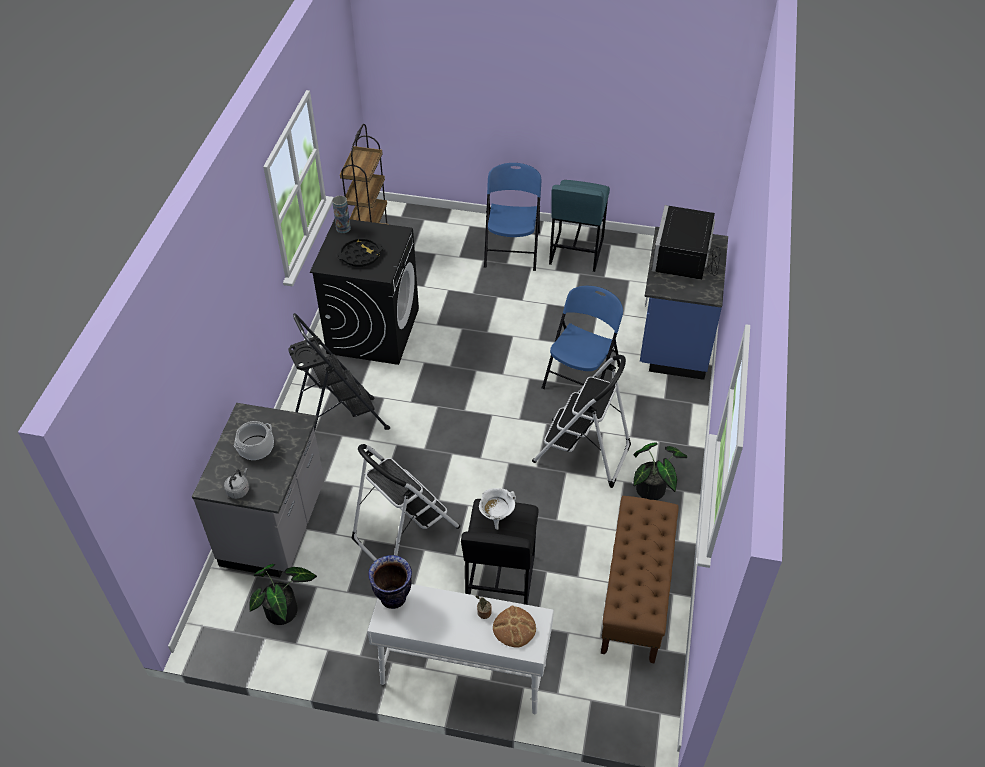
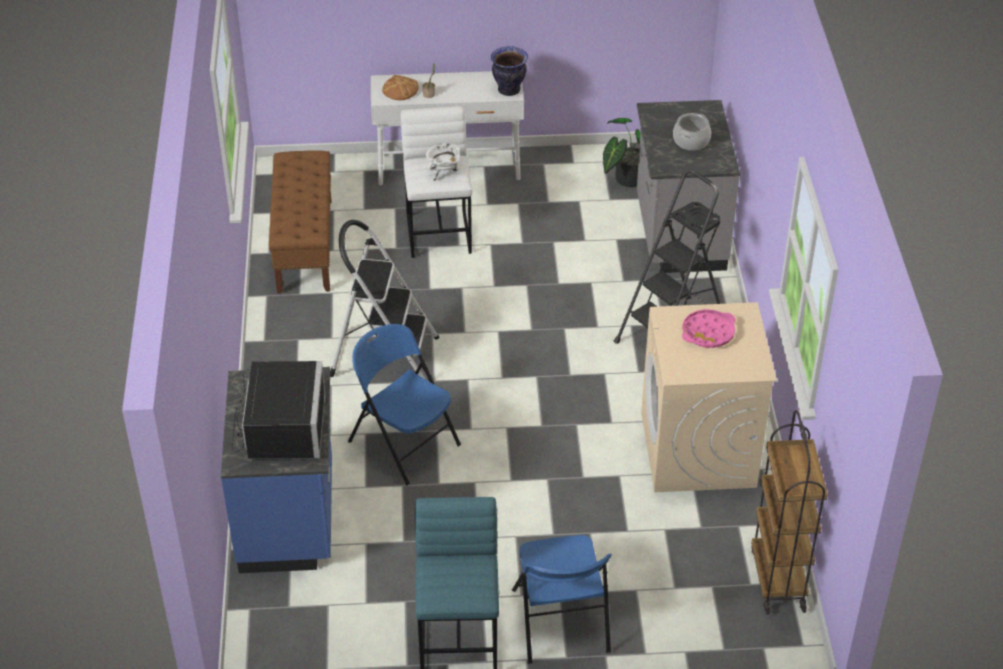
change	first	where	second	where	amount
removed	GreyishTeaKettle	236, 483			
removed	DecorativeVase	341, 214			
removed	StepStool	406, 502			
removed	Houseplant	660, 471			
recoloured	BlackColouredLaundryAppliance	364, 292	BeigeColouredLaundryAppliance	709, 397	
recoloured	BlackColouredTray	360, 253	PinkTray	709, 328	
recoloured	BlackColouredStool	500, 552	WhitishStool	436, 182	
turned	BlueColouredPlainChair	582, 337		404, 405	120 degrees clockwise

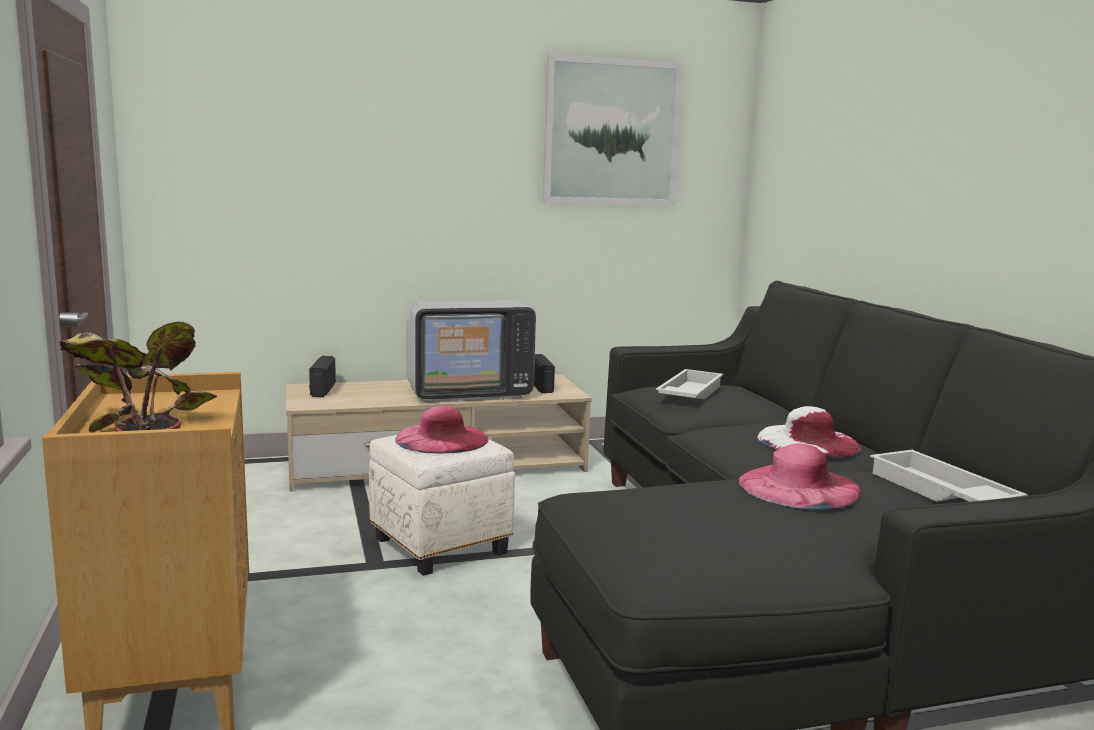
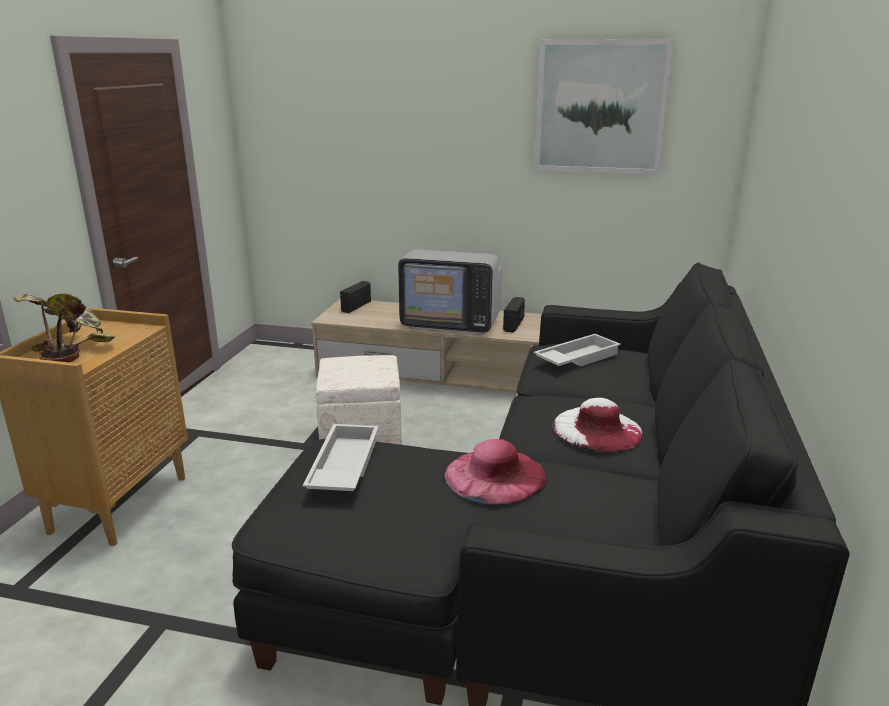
change	first	where	second	where	amount
removed	PinkHat	442, 429			
moved	WhitishTray	949, 476		341, 457	

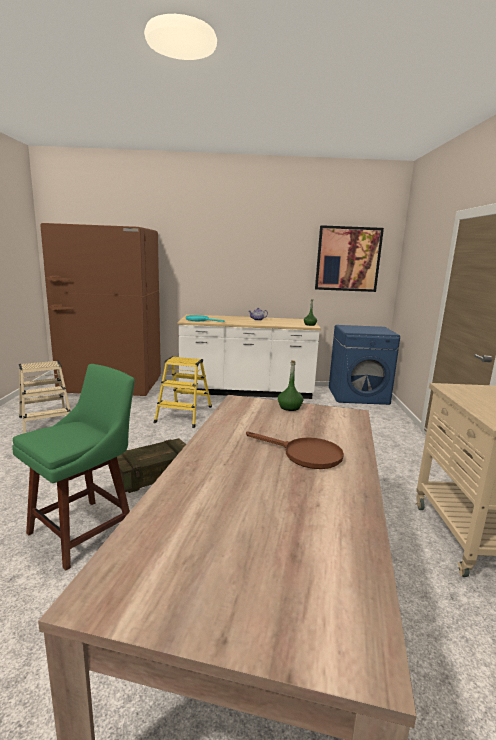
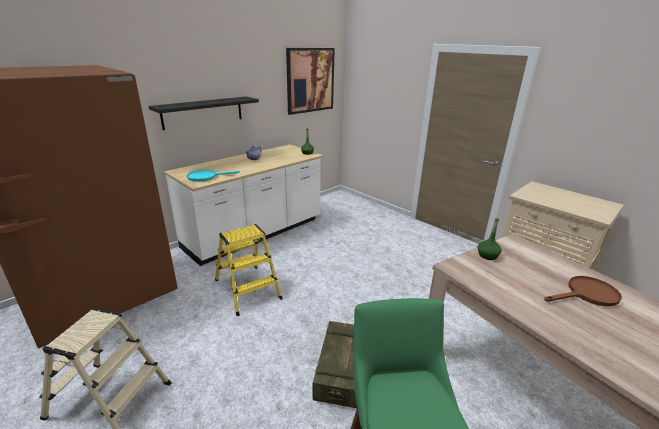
change	first	where	second	where	amount
removed	BlueColouredLaundryAppliance	364, 365			
added			BlackColouredShelf	204, 113	

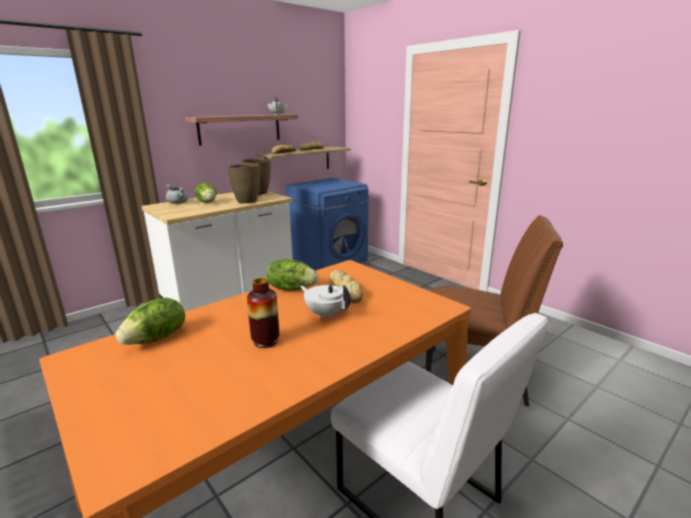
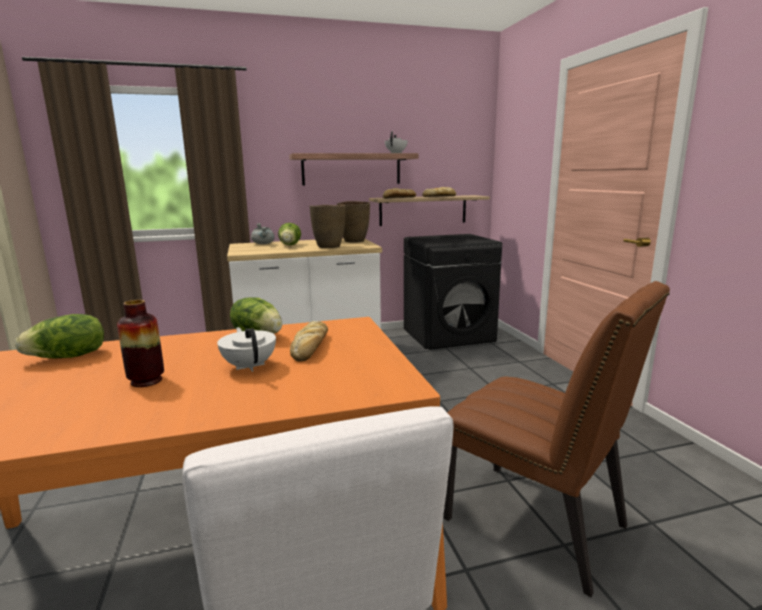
change	first	where	second	where	amount
recoloured	BlueColouredLaundryAppliance	327, 224	BlackColouredLaundryAppliance	453, 292	

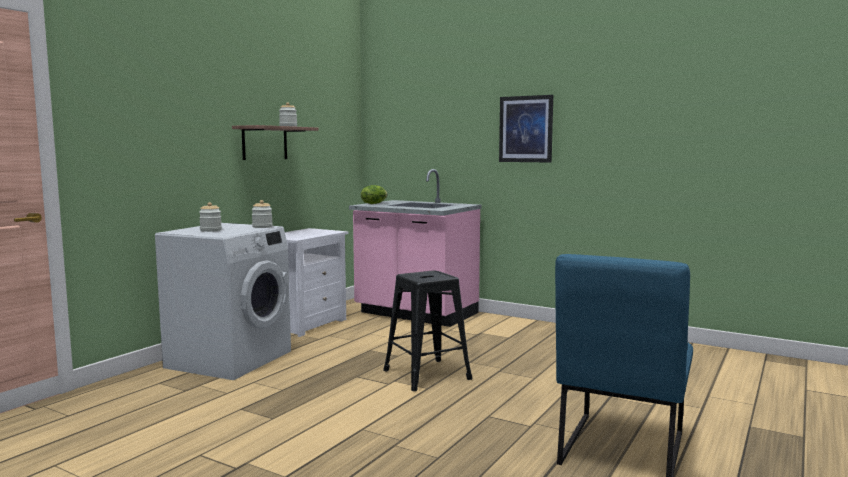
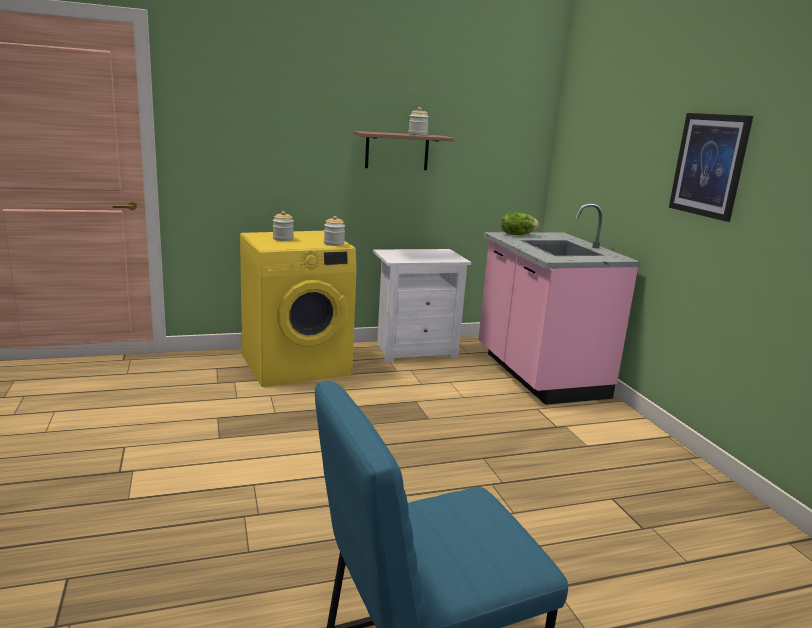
change	first	where	second	where	amount
removed	BlackColouredStool	428, 331			
recoloured	WhitishLaundryAppliance	223, 301	YellowColouredLaundryAppliance	298, 309	

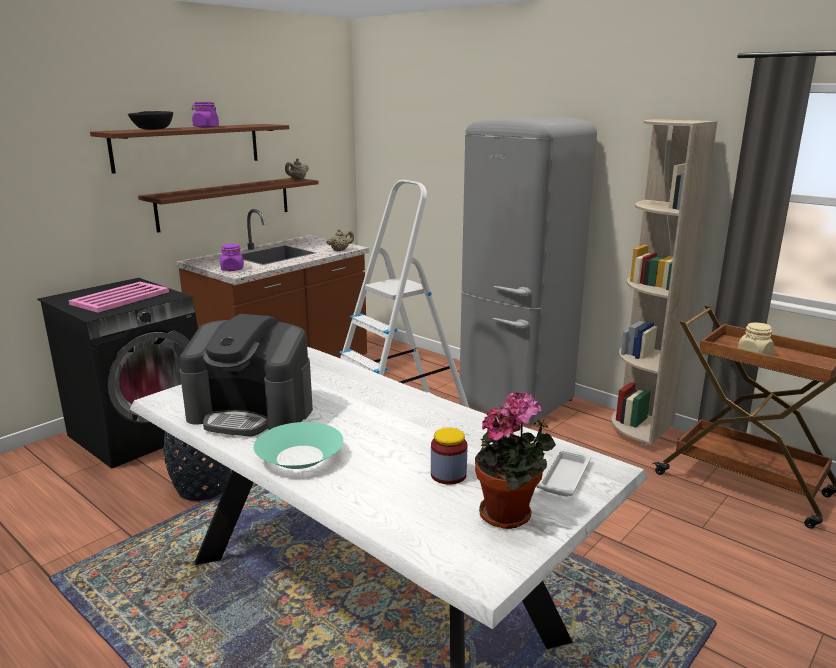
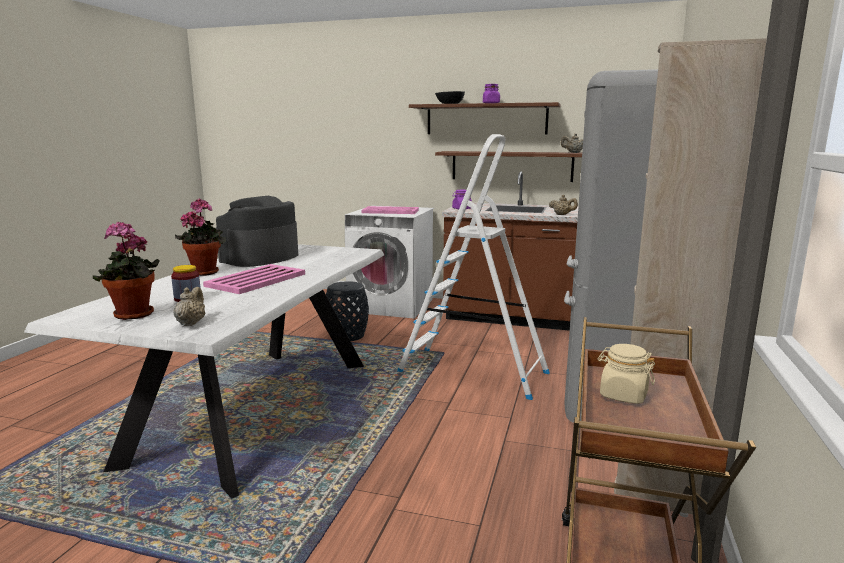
change	first	where	second	where	amount
added			PinkTray	254, 279	
replaced	TurquoiseDeepDish	298, 445	Houseplant	200, 237	
replaced	WhitishTray	563, 472	BeigeColouredPotForTea	189, 306	
recoloured	BlackColouredLaundryAppliance	117, 373	WhitishLaundryAppliance	389, 262	
turned	CoffeeMaker	246, 375		257, 231	45 degrees clockwise

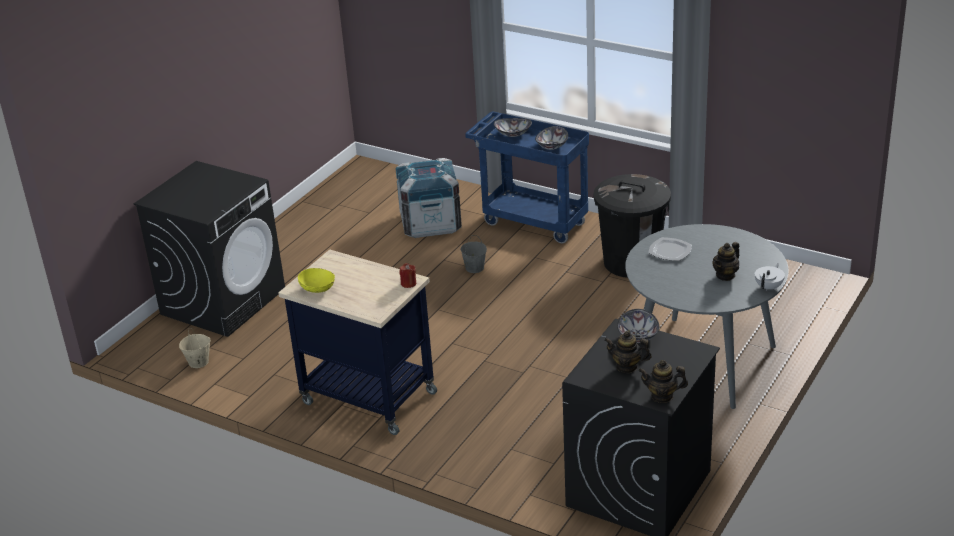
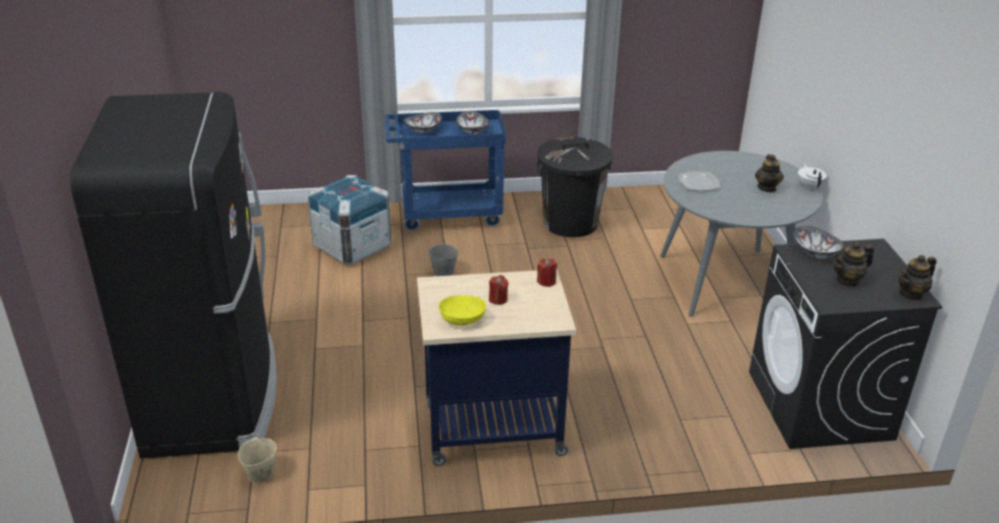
change	first	where	second	where	amount
added			ReddishWaxCandle	499, 290	
replaced	BlackColouredLaundryAppliance	209, 249	BlackColouredRefrigerator	173, 275	

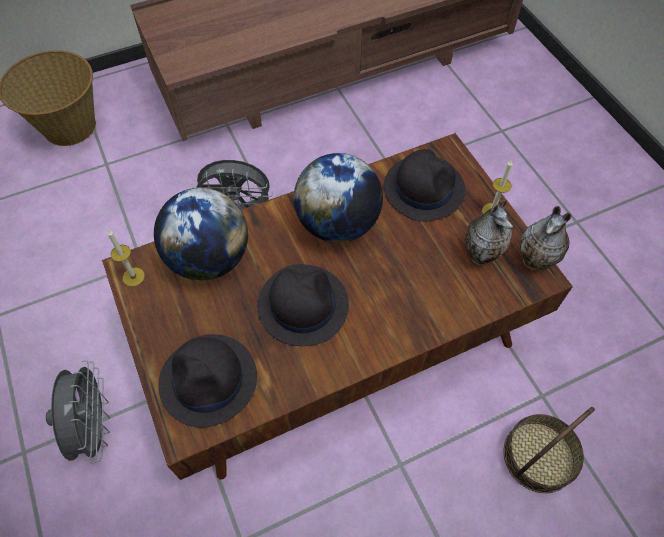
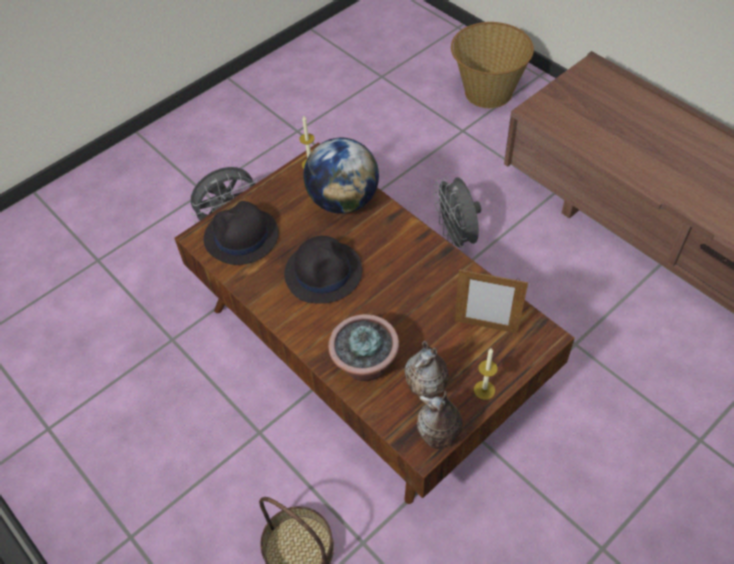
change	first	where	second	where	amount
removed	Globe	338, 198			
added			Houseplant	363, 347	
replaced	BlackColouredHat	424, 185	StandingFrame	491, 301	

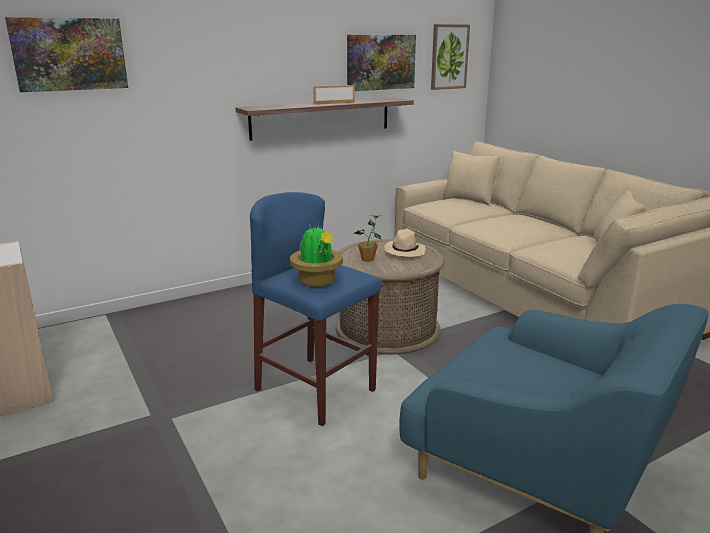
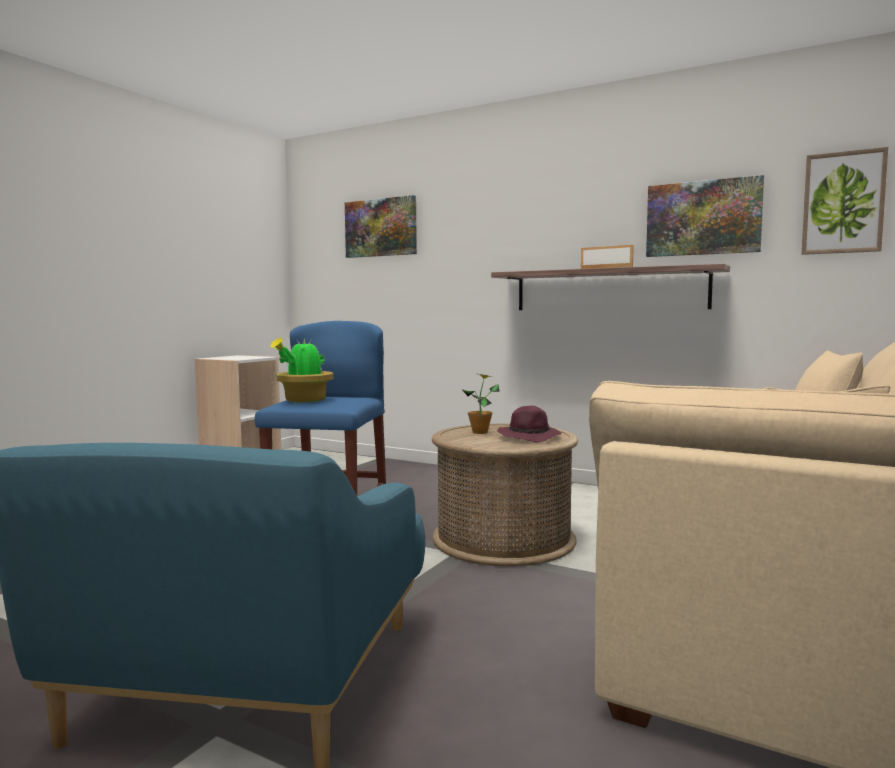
change	first	where	second	where	amount
recoloured	BeigeColouredHat	404, 243	PurpleHat	529, 424	

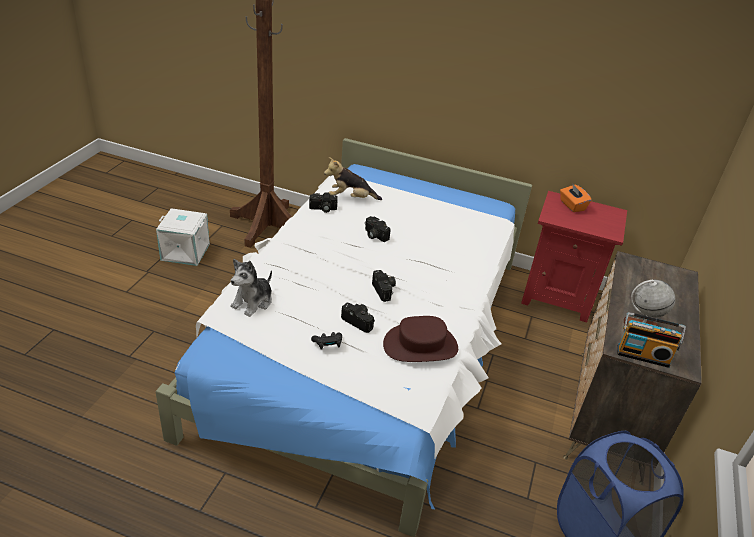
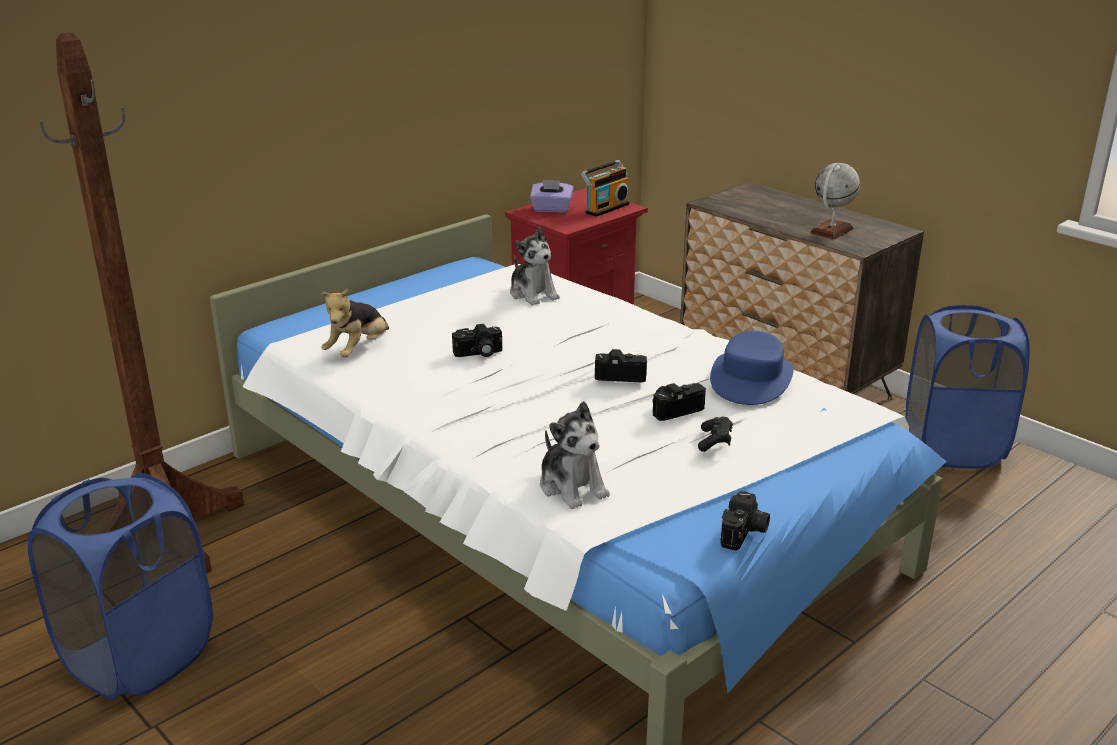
change	first	where	second	where	amount
added			PlushToy	535, 266	
moved	PhotoCamera	323, 202		745, 521	
moved	Radio	651, 340		605, 188	
replaced	WhitishStorageBox	183, 237	BlueColouredLaundryBasket	120, 586	
recoloured	BrownishHat	420, 339	BlueColouredHat	752, 368	
recoloured	OrangeyTissueHolder	576, 197	PurpleTissueHolder	552, 196	

